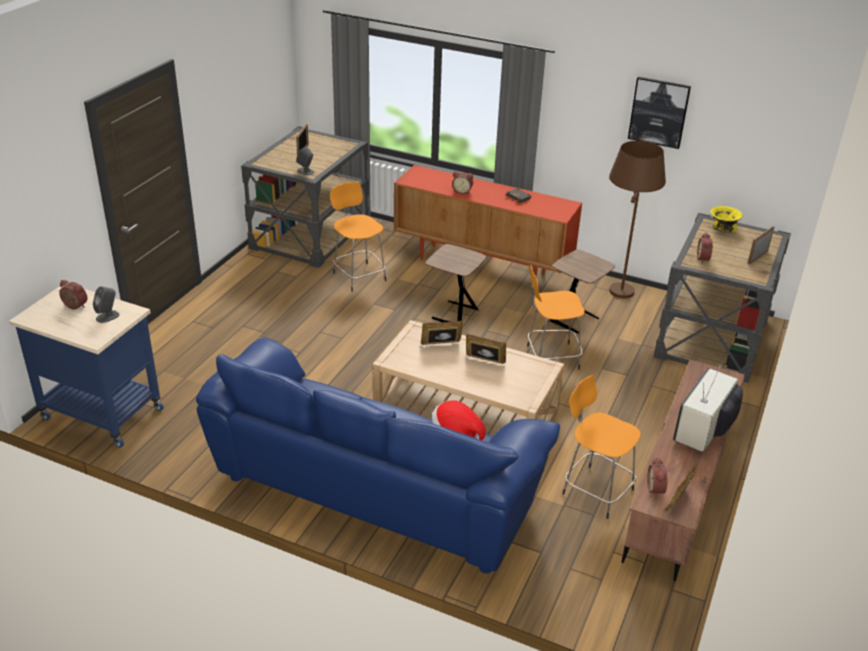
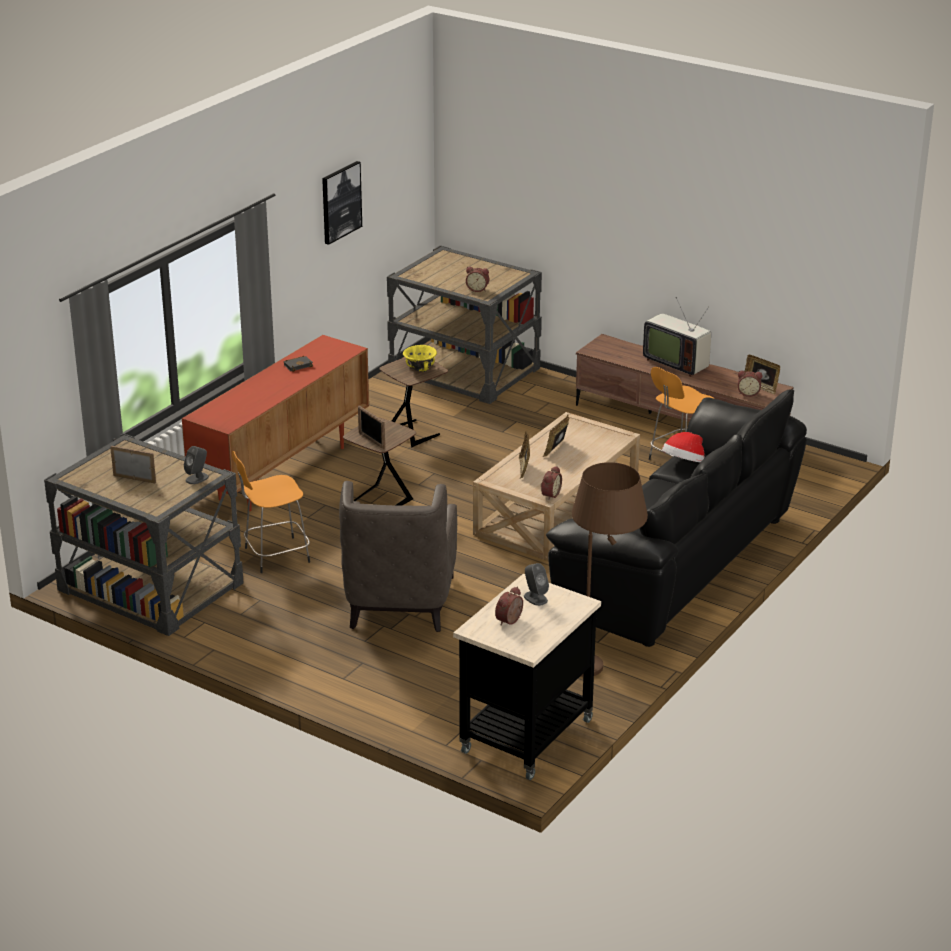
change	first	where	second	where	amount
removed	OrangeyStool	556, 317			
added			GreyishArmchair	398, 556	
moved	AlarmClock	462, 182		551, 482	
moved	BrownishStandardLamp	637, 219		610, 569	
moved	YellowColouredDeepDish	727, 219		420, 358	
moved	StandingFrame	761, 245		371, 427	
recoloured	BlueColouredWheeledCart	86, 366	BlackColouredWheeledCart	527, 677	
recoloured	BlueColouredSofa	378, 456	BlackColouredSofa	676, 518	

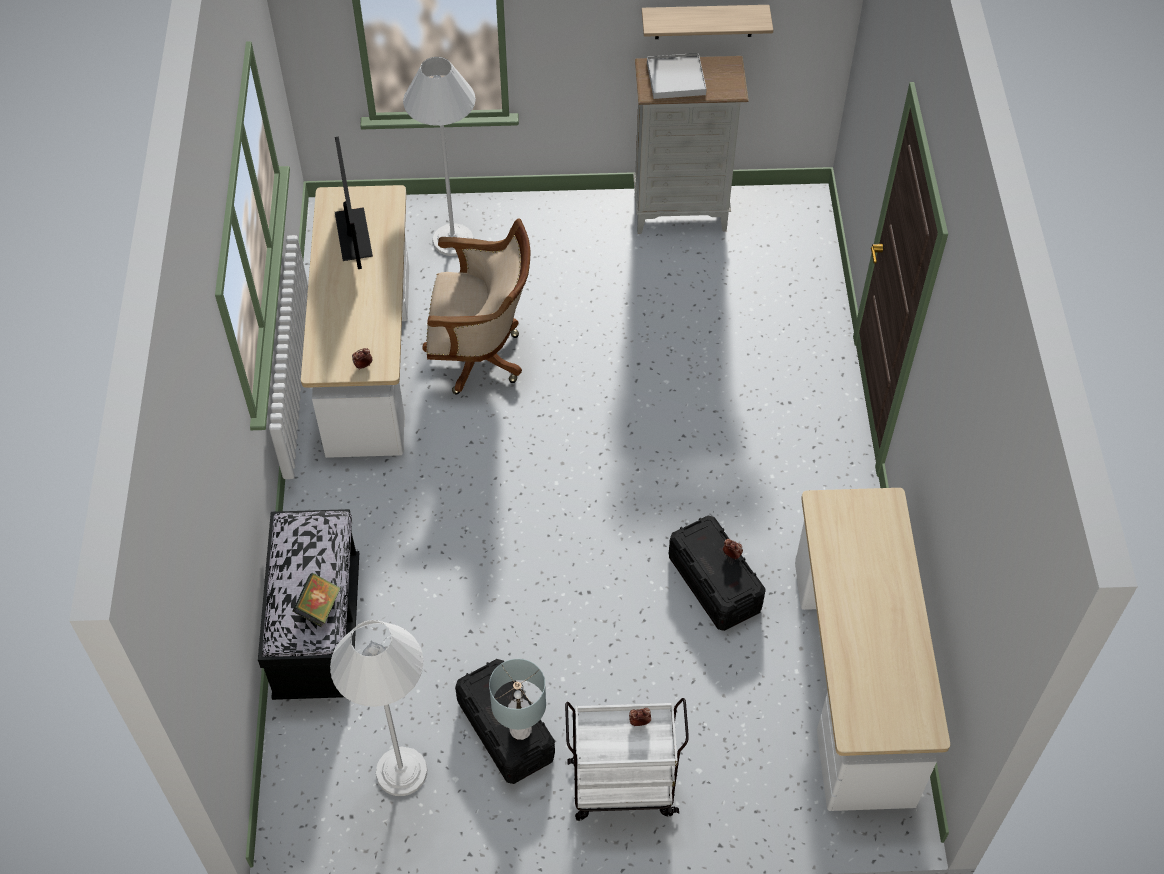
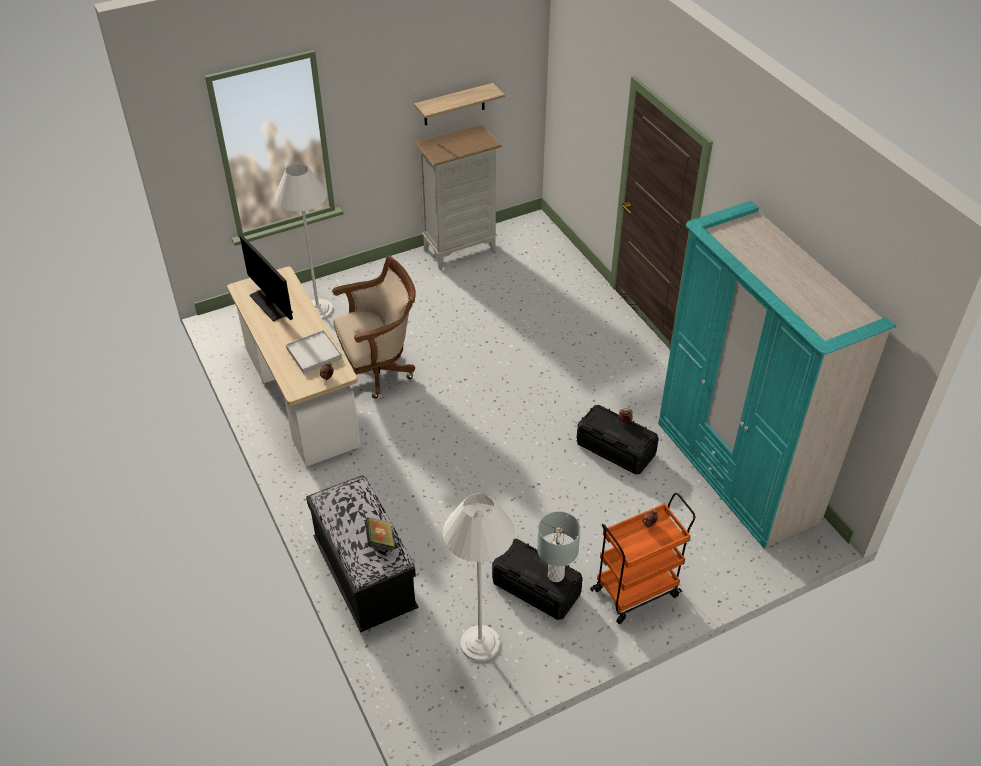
change	first	where	second	where	amount
moved	WhitishTray	676, 76		314, 352	
replaced	DeskTable	872, 649	TurquoiseClothesCupboard	777, 375	
recoloured	WhitishWheeledCart	627, 759	OrangeyWheeledCart	642, 558	

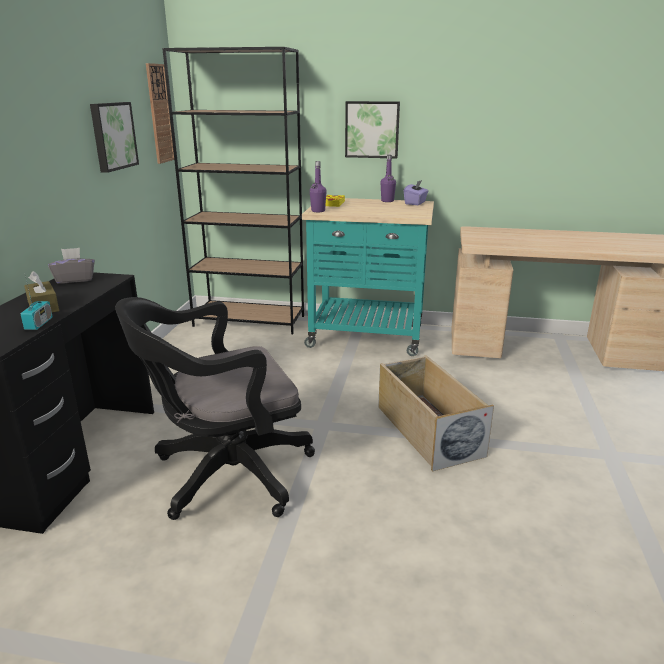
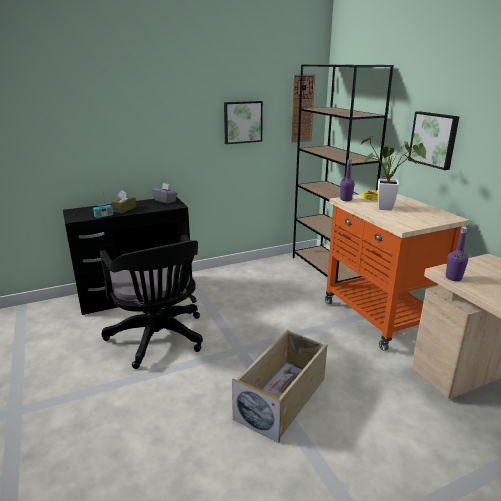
change	first	where	second	where	amount
removed	PurpleTissueHolder	416, 192			
added			Houseplant	393, 173	
moved	PurpleDrinkBottle	388, 178		457, 254	
recoloured	TurquoiseWheeledCart	368, 277	OrangeyWheeledCart	397, 272	
turned	BlackColouredComputerChair	215, 408		151, 302	150 degrees counterclockwise

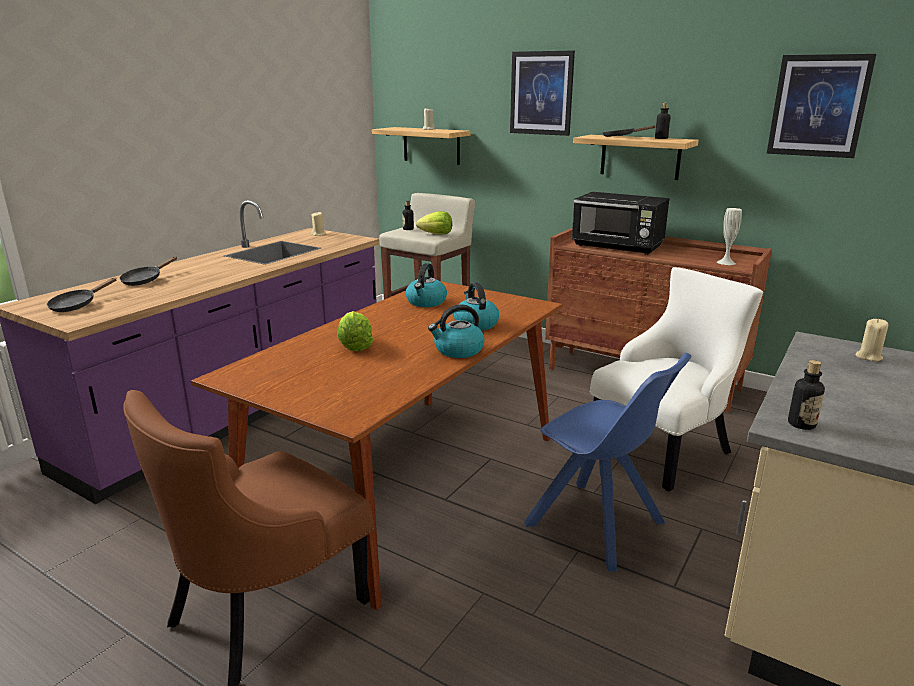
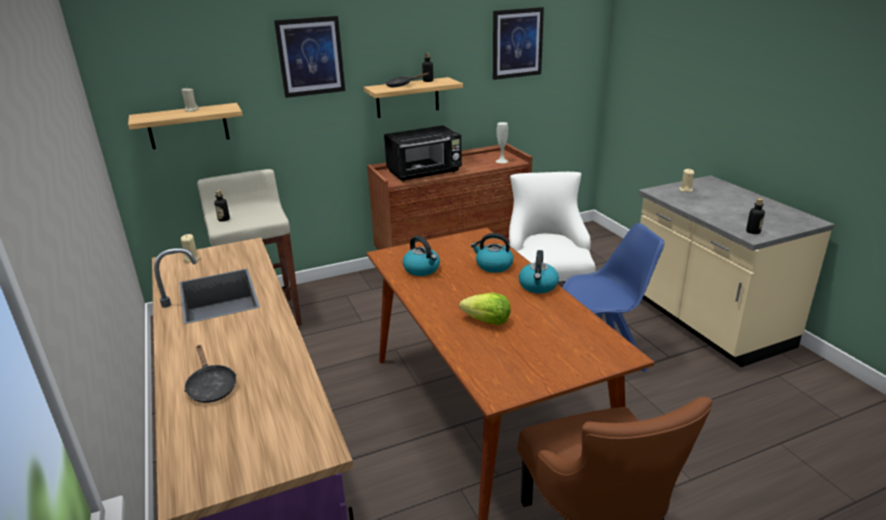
change	first	where	second	where	amount
removed	BlackColouredSkillet	81, 295			
removed	Lettuce	434, 222			

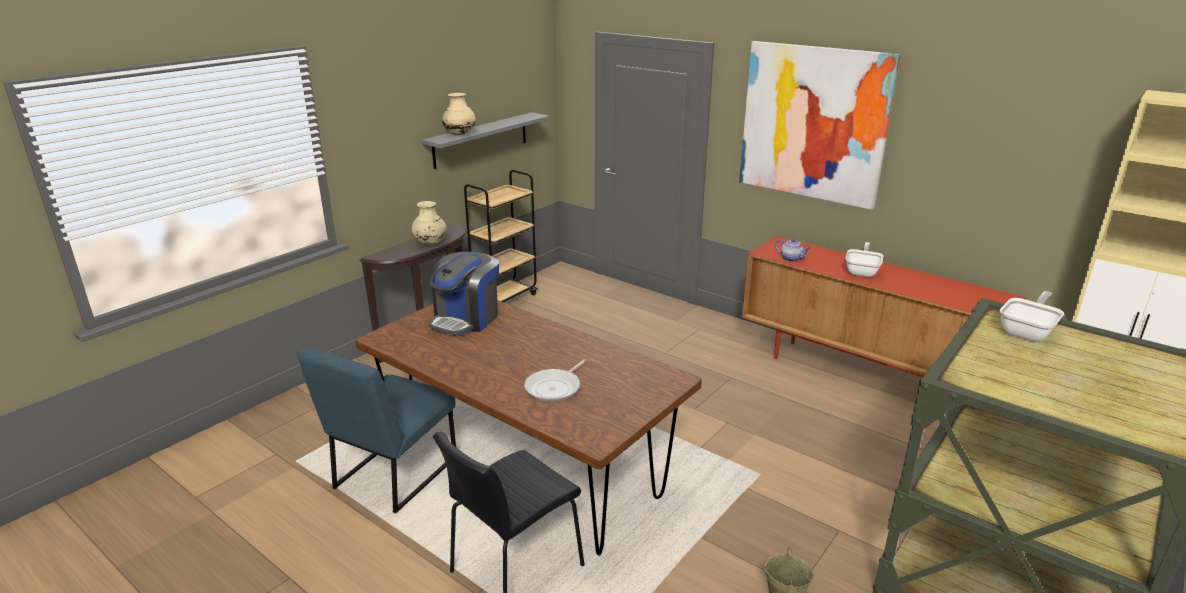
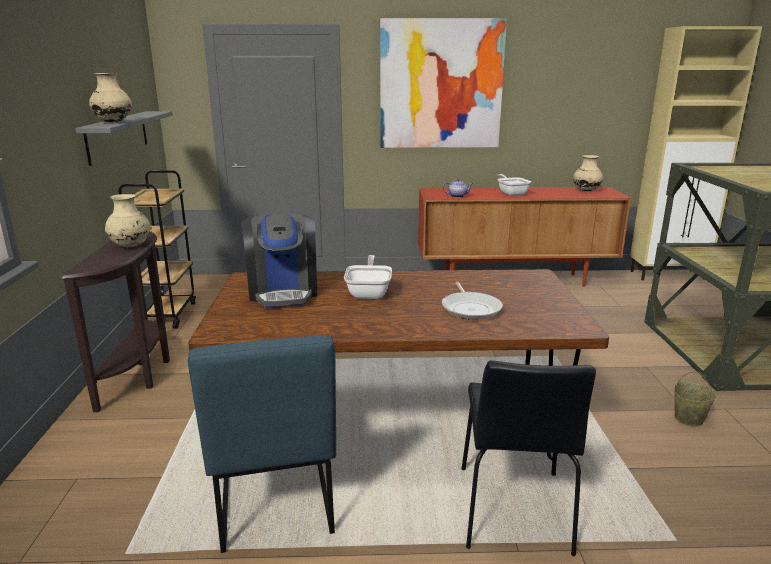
change	first	where	second	where	amount
added			BeigeColouredDecorativeVase	588, 173	
moved	Skillet	1032, 316		368, 277	

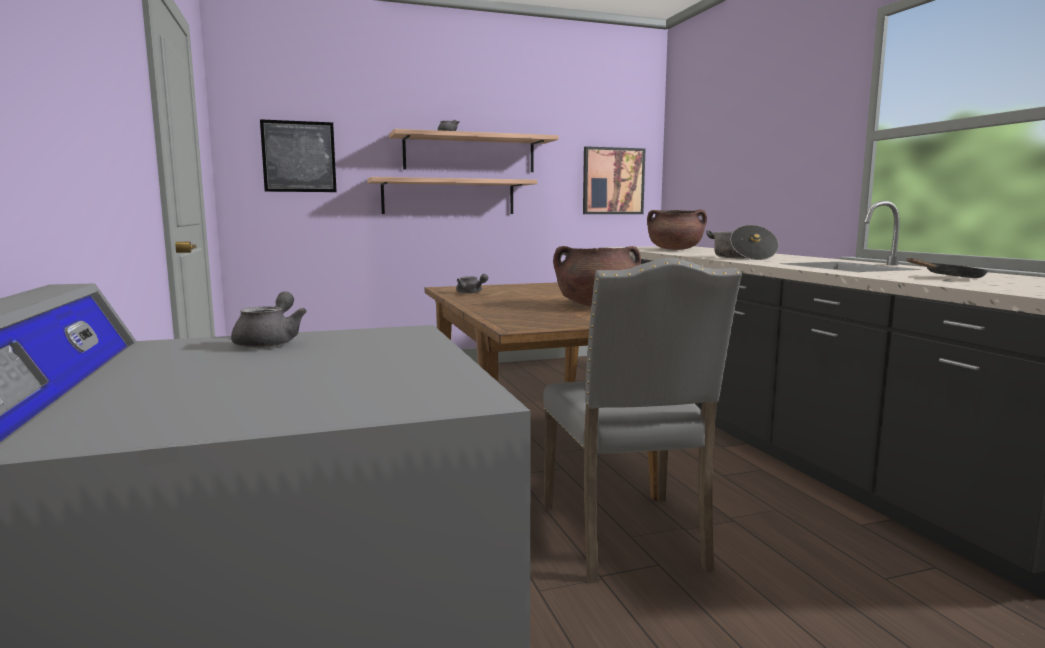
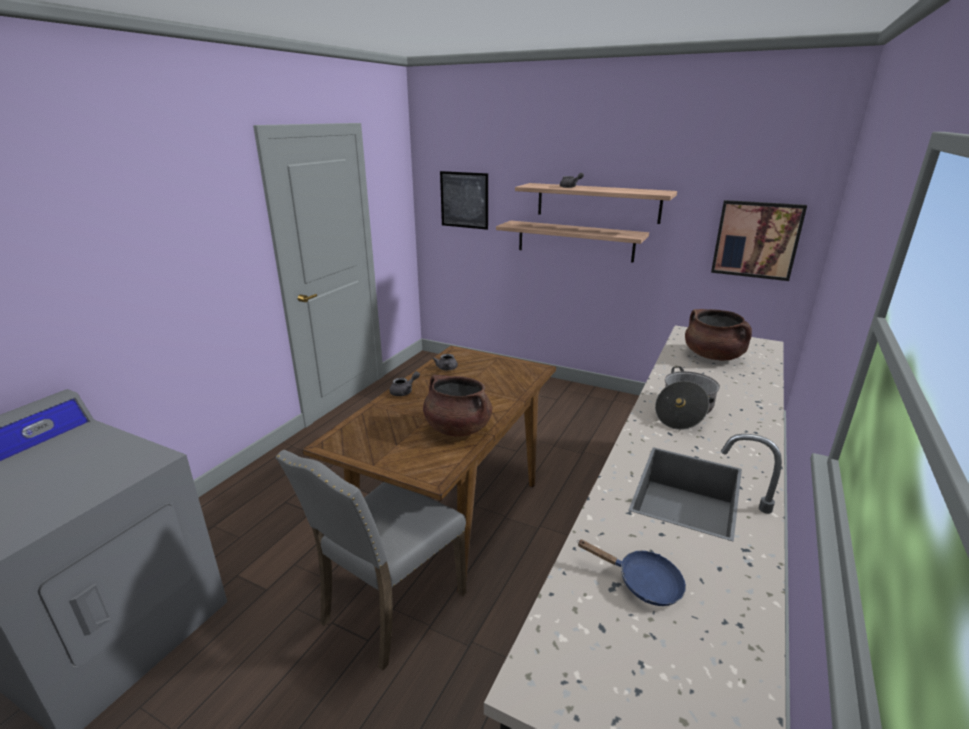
change	first	where	second	where	amount
moved	GreyishPotForTea	269, 319		405, 383	
recoloured	BlackColouredSkillet	947, 268	BlueColouredSkillet	631, 573	

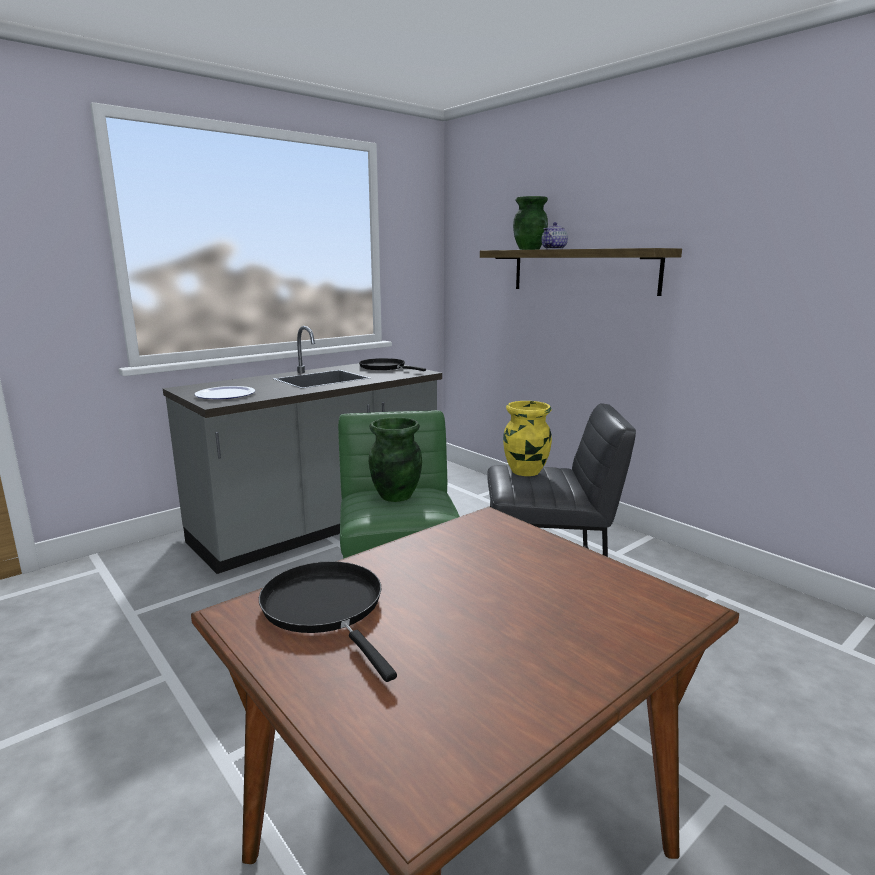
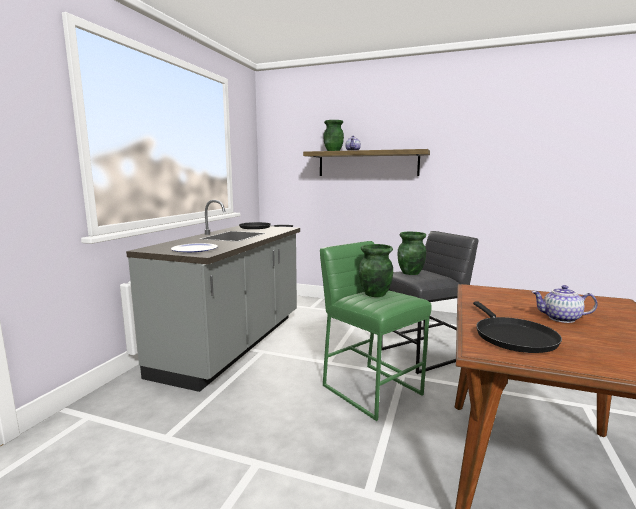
change	first	where	second	where	amount
added			PotForTea	565, 304	
recoloured	YellowColouredDecorativeVase	527, 438	GreenDecorativeVase	412, 253	
turned	BlackColouredSkillet	328, 621		517, 327	120 degrees counterclockwise

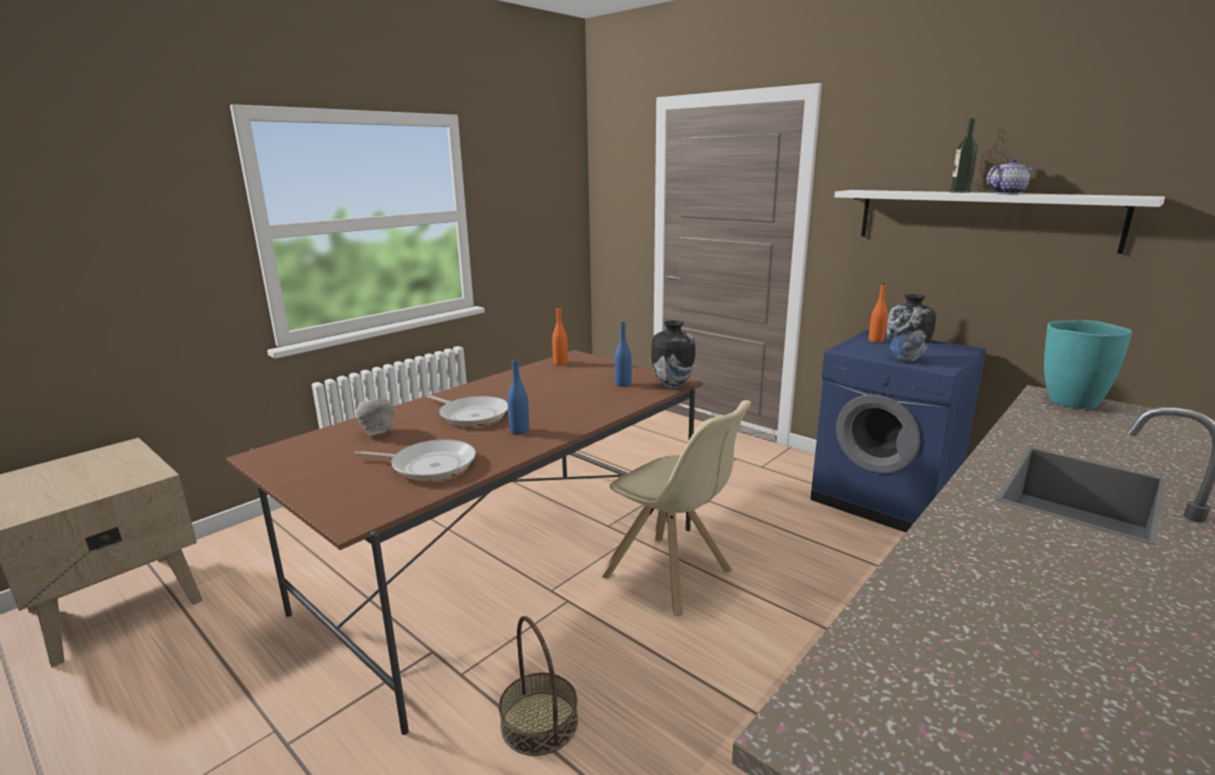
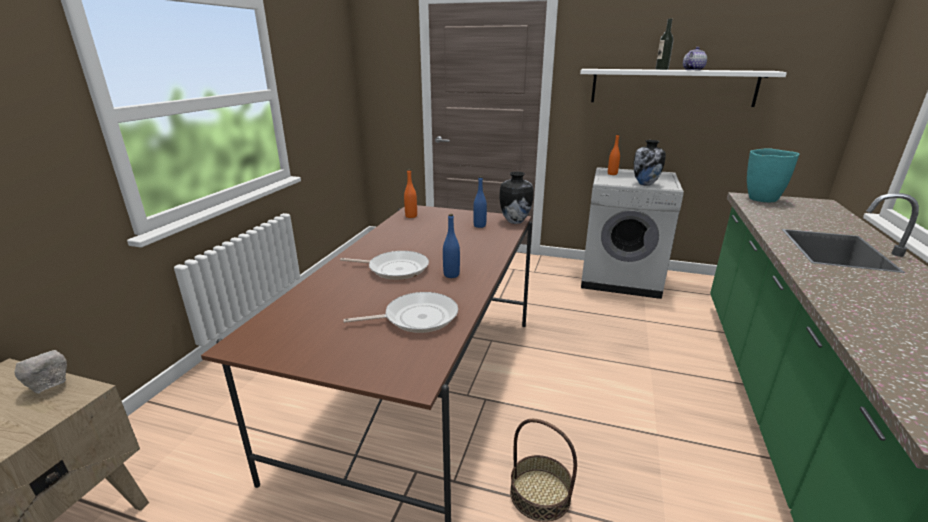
change	first	where	second	where	amount
removed	BeigeColouredPlainChair	676, 508			
moved	GreyishDeepDish	375, 417		41, 371	
recoloured	BlueColouredLaundryAppliance	898, 431	WhitishLaundryAppliance	632, 233	

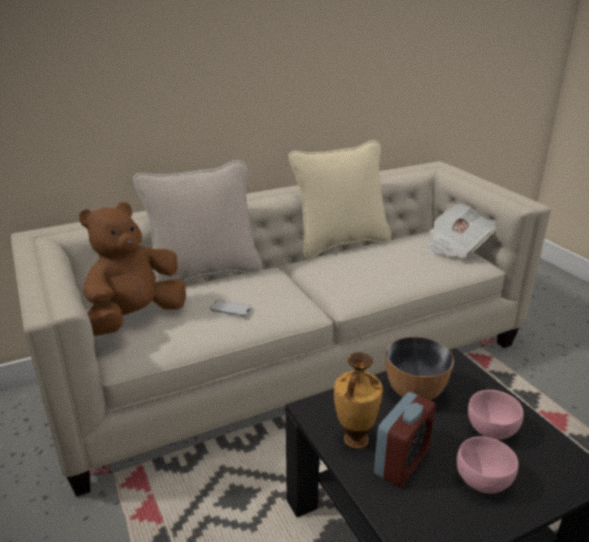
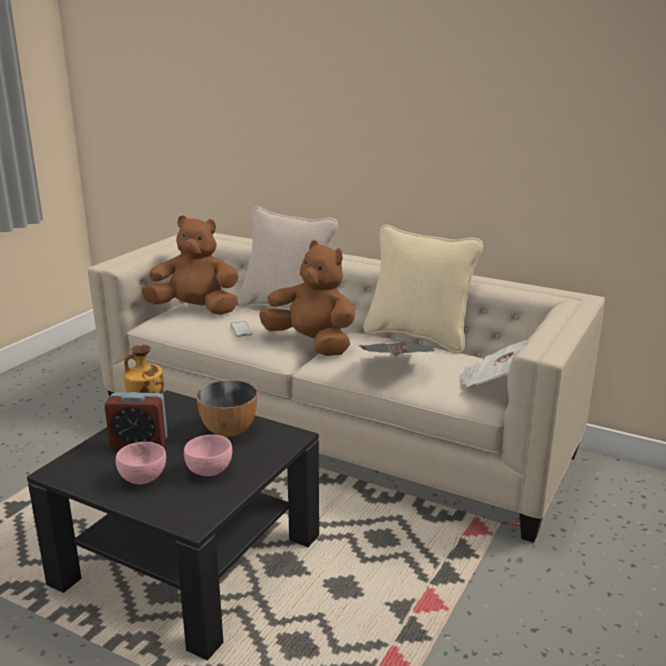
change	first	where	second	where	amount
added			BrownishPlushToy	307, 298	
added			DailyPaper	396, 349	

